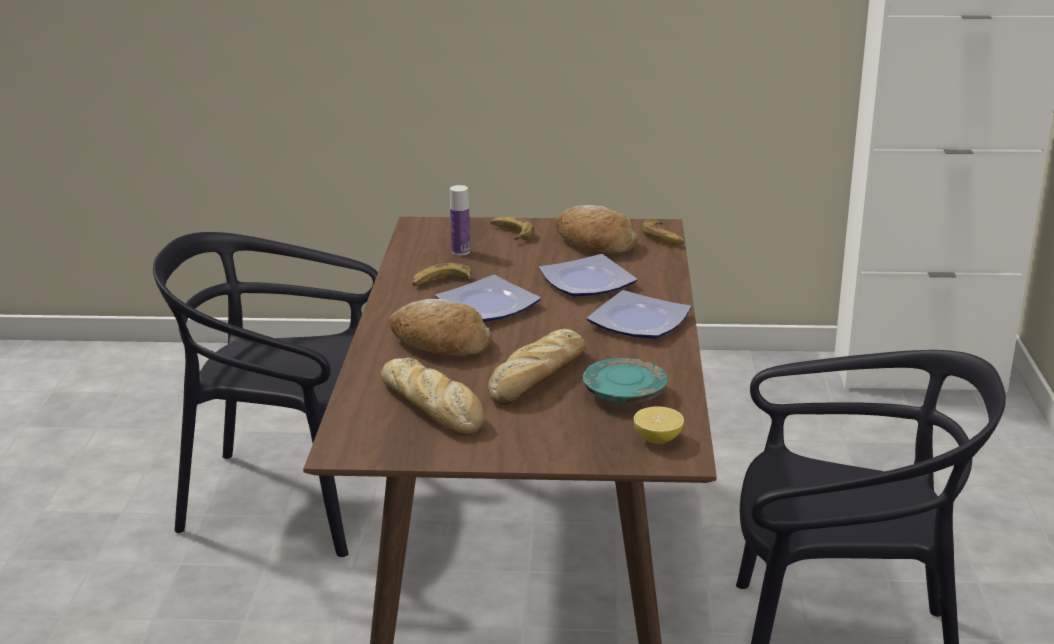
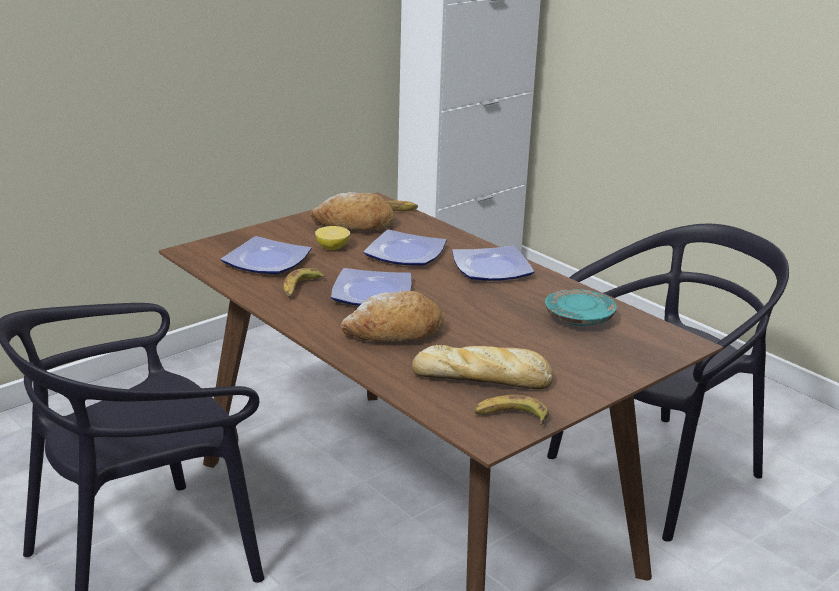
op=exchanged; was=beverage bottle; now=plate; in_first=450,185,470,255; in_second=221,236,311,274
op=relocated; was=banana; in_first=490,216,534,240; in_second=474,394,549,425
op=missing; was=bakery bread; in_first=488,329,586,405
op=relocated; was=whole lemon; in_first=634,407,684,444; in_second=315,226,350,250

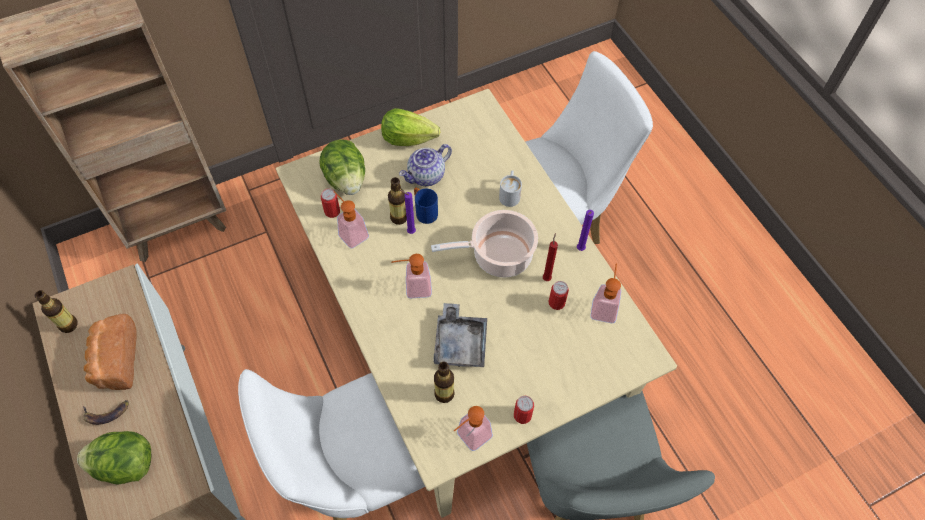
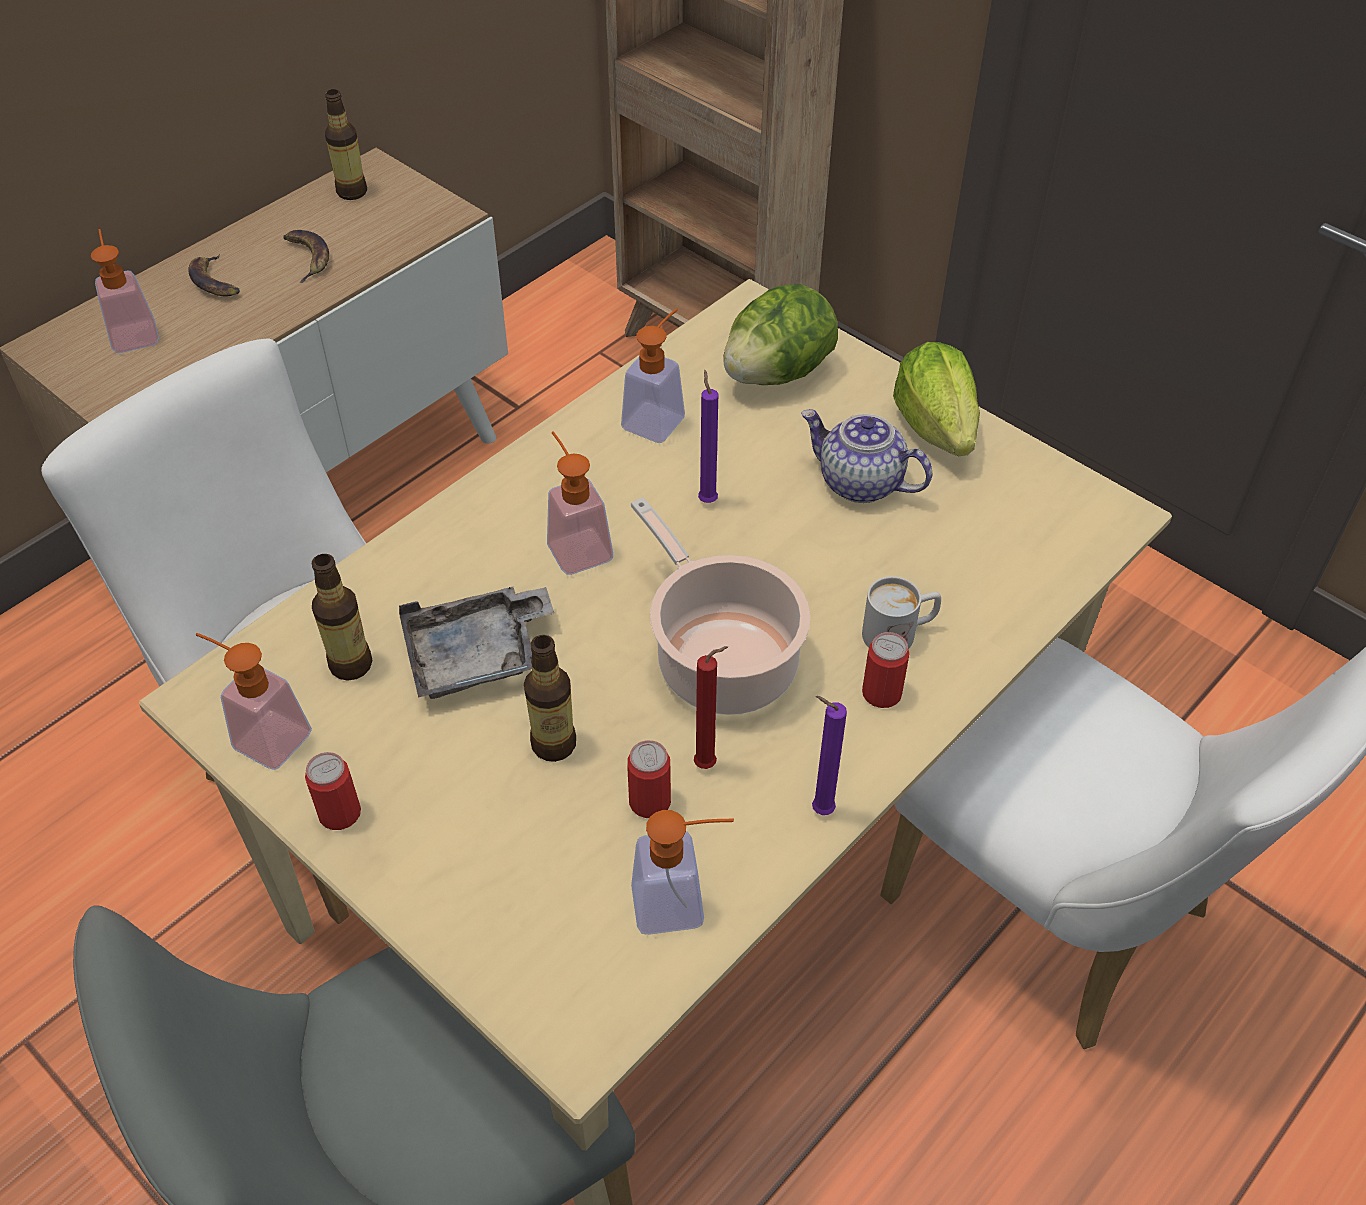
op=relocated; was=beverage bottle; in_first=388,177,407,225; in_second=524,635,576,762
op=missing; was=blue tea mug; in_first=414,188,438,224
op=relocated; was=sealed can; in_first=321,189,340,218; in_second=862,632,909,708
op=exchanged; was=bakery bread; now=banana; in_first=84,314,137,390; in_second=283,230,329,283
op=exchanged; was=lettuce; now=liquid soap bottle; in_first=77,431,151,485; in_second=91,229,159,353

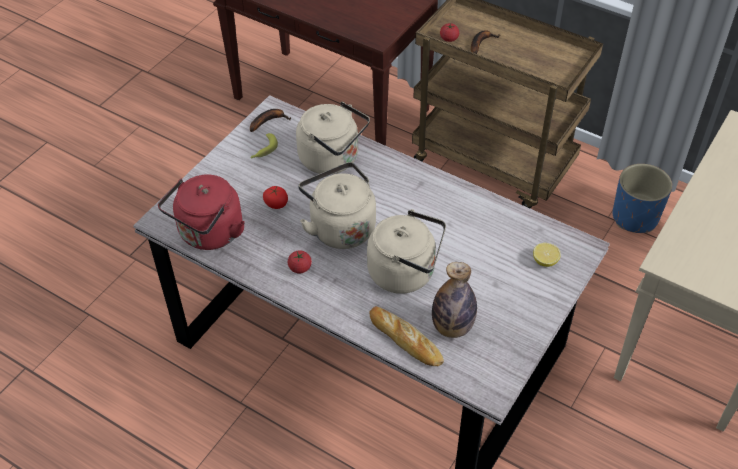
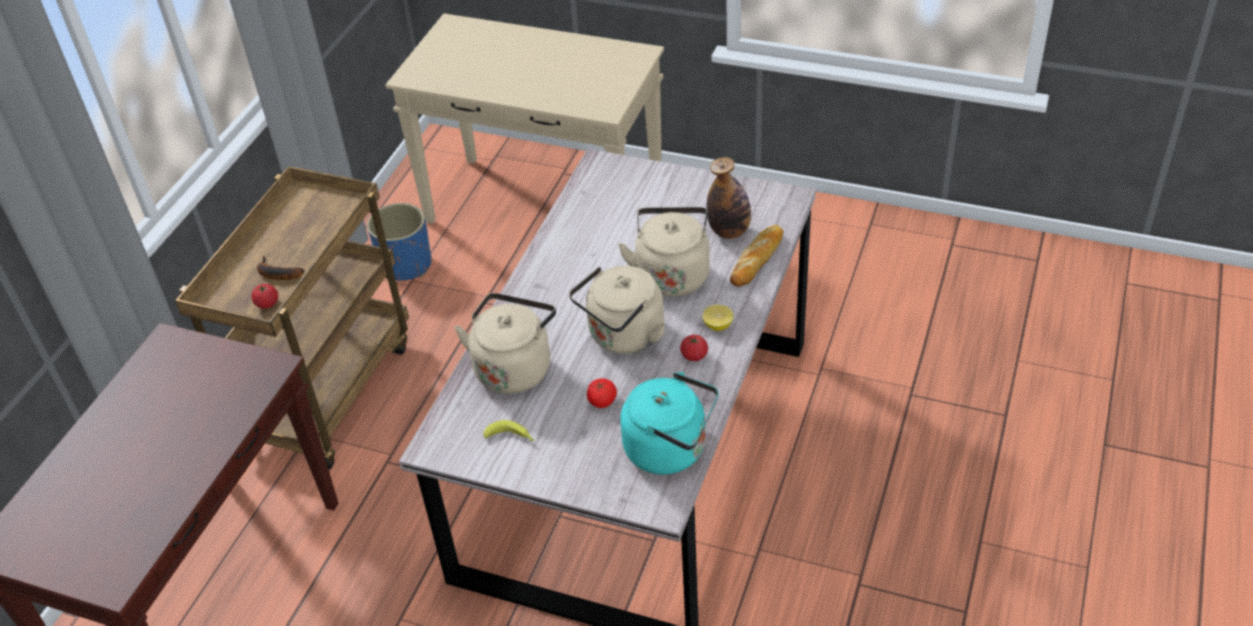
op=missing; was=banana; in_first=250,109,291,132
op=colour; was=red-coloured tea kettle; now=blue-green tea kettle; in_first=158,175,245,250; in_second=620,372,718,475
op=relocated; was=whole lemon; in_first=533,243,561,267; in_second=702,305,734,331

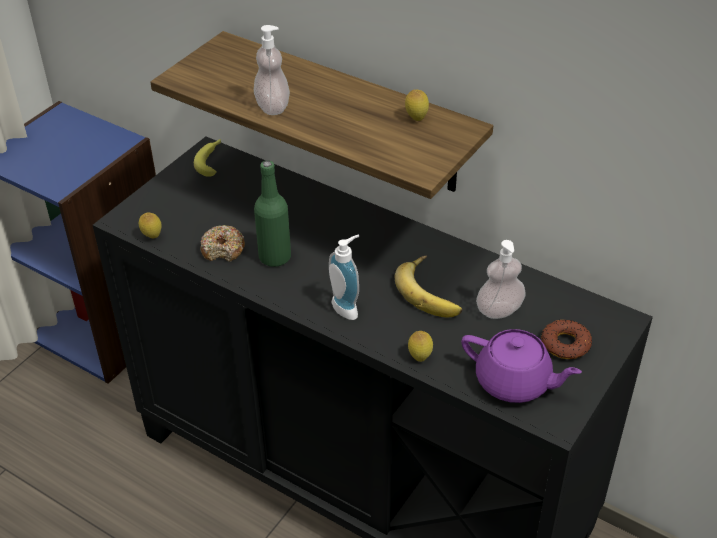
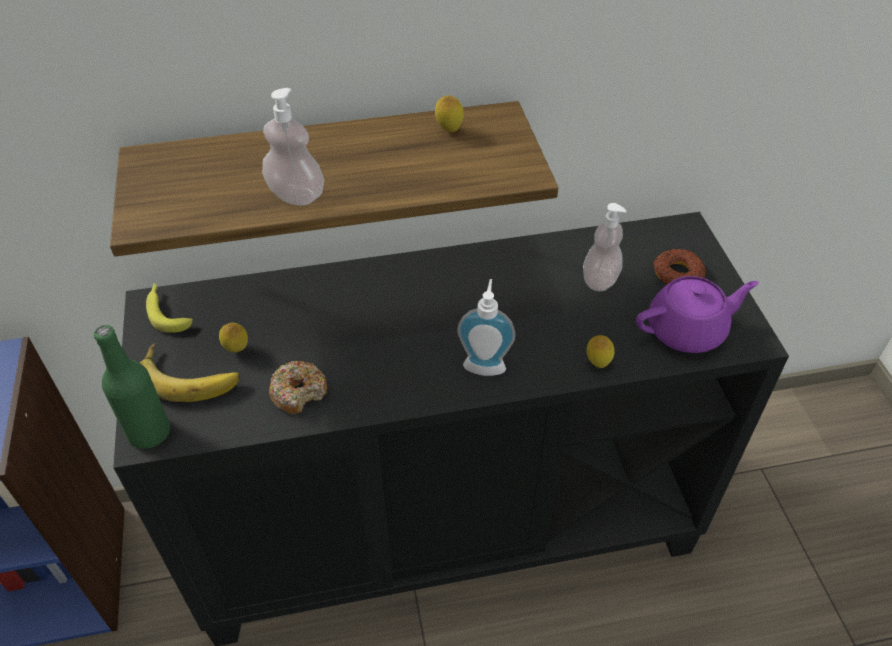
op=relocated; was=greenish beverage bottle; in_first=254,160,291,267; in_second=94,325,170,449
op=relocated; was=whole lemon; in_first=139,212,162,238; in_second=219,323,248,352
op=relocated; was=banana; in_first=395,255,462,318; in_second=140,342,240,402

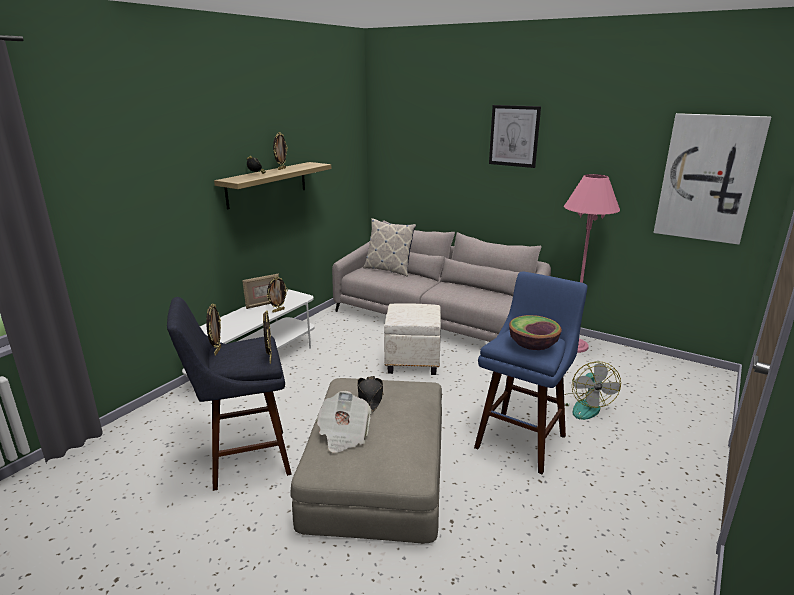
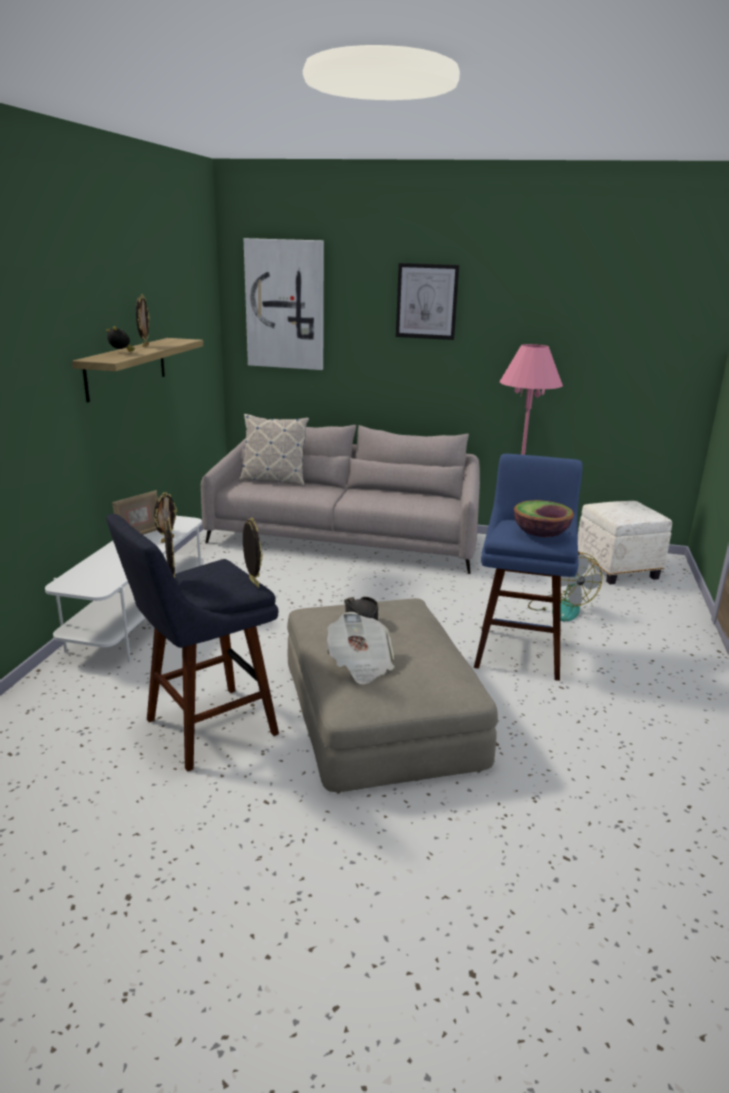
op=relocated; was=wall picture; in_first=653,113,771,245; in_second=244,238,324,370
op=relocated; was=white footrest; in_first=384,304,441,375; in_second=578,501,672,584

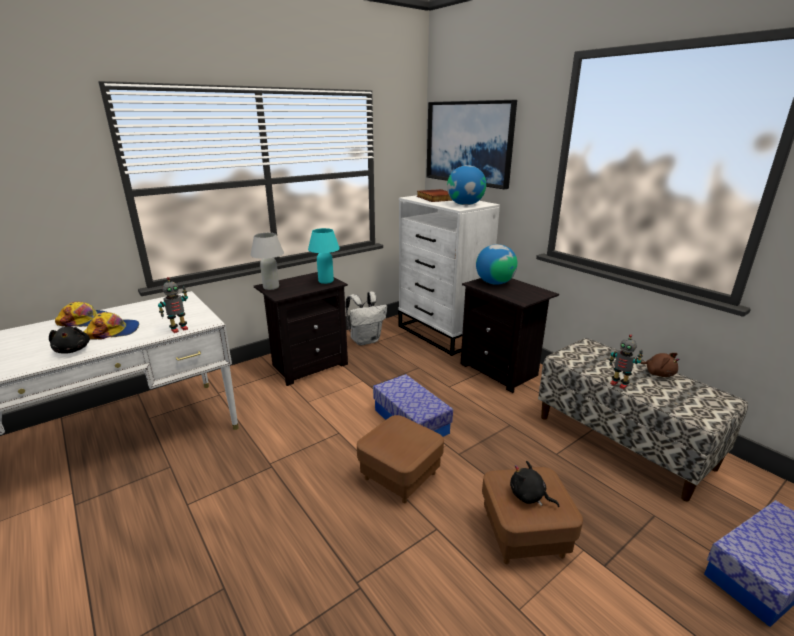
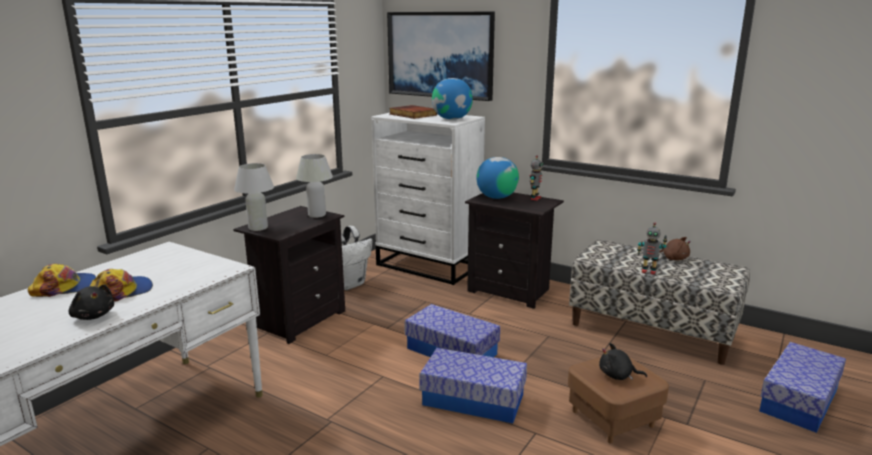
op=colour; was=blue-green lamp for a table; now=white lamp for a table; in_first=308,228,340,284; in_second=296,154,333,218
op=relocated; was=model robot; in_first=158,277,188,333; in_second=529,155,543,201
op=exchanged; was=brown footrest; now=storage container; in_first=357,415,444,503; in_second=419,348,527,423

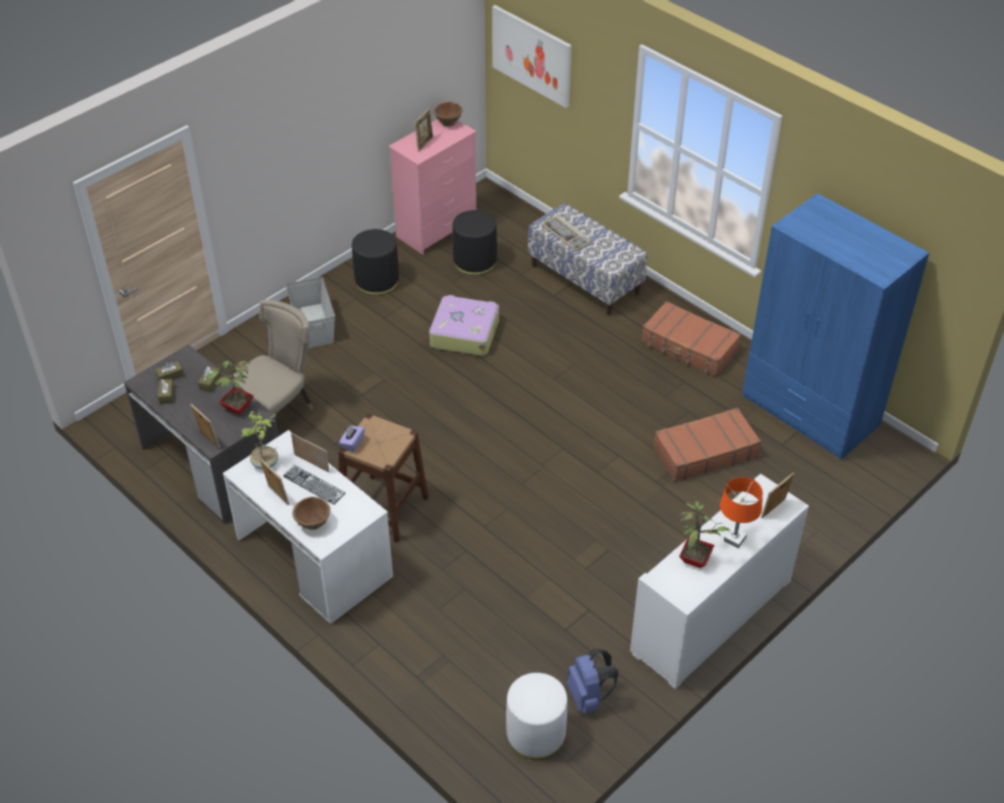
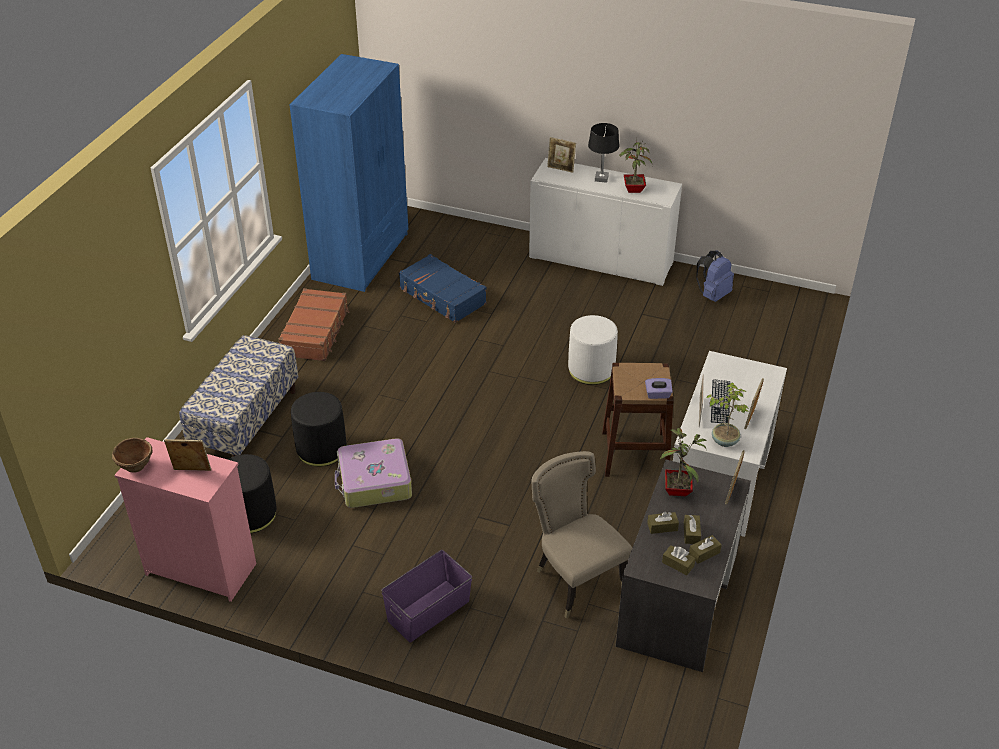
op=missing; was=wall picture; in_first=492,5,572,108
op=missing; was=computer keyboard; in_first=541,215,591,251
op=relocated; was=black footrest; in_first=352,229,399,295; in_second=291,392,346,467
op=colour; was=greyish storage container; now=purple-coloured storage container; in_first=285,277,335,348; in_second=381,550,472,643
op=spun; was=sand-coloured plain chair; in_first=231,300,314,436; in_second=531,451,632,618; clockwise=45
op=colour; was=brown suitcase; now=blue suitcase; in_first=653,408,761,482; in_second=399,254,486,323
op=colour; was=orangey lamp for a table; now=black lamp for a table; in_first=720,477,763,548; in_second=588,123,619,183
op=missing; was=brown bowl; in_first=292,497,331,530
op=relocated; was=white footrest; in_first=506,673,567,759; in_second=568,315,618,385
op=appeared; now=brown tissue box; in_second=684,515,701,544

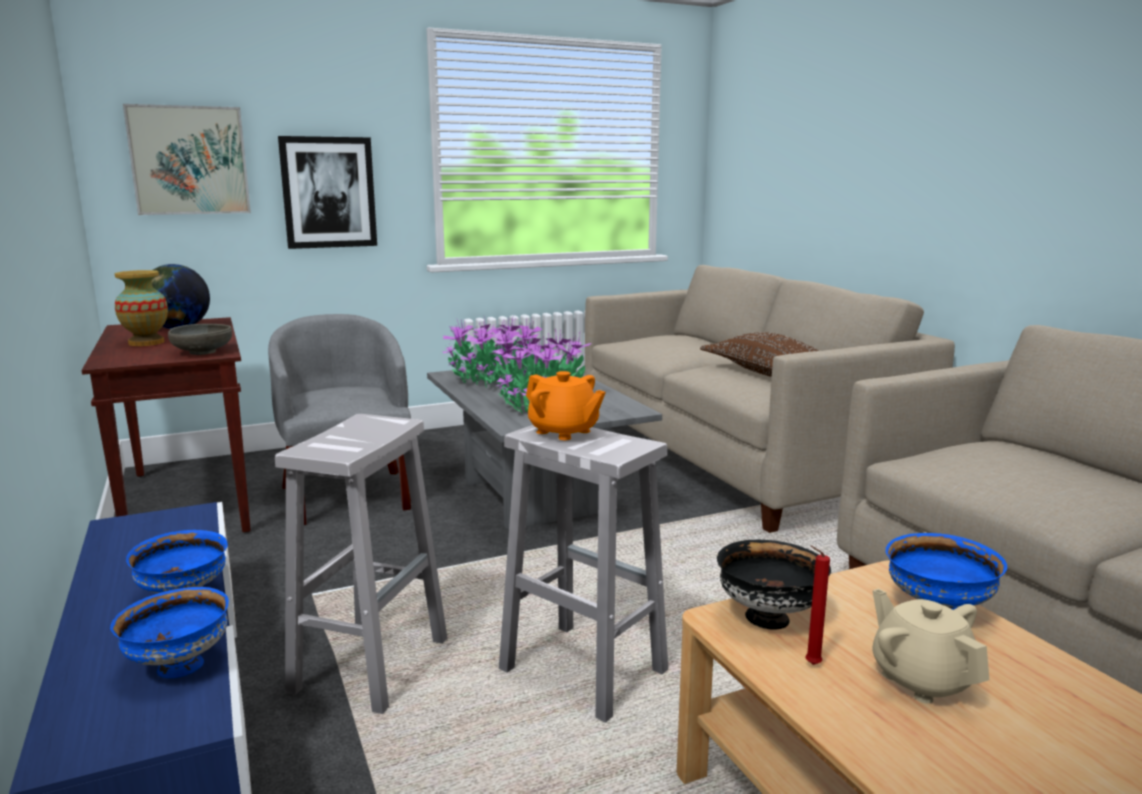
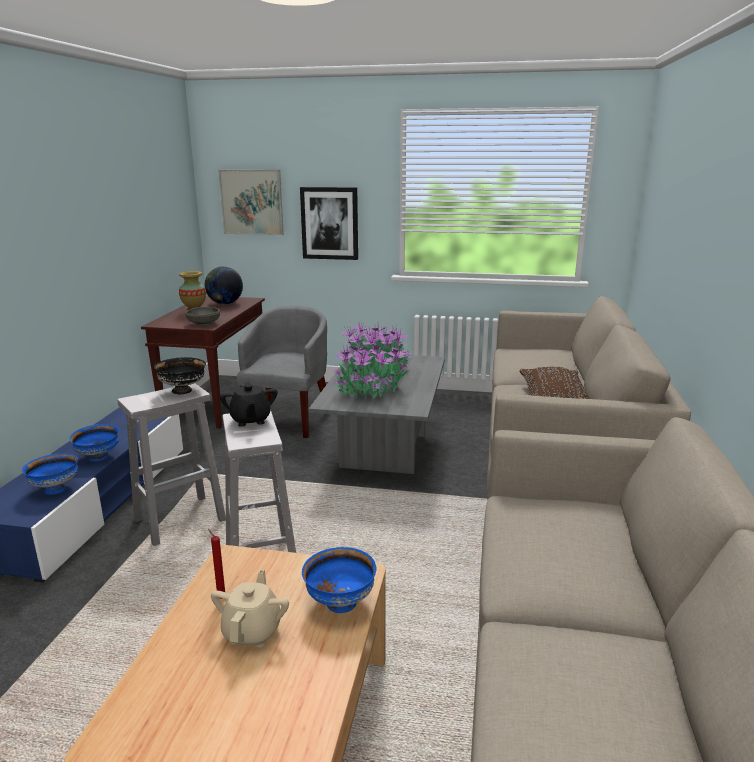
op=colour; was=orangey tea pot; now=black tea pot; in_first=526,371,606,440; in_second=220,382,278,427
op=relocated; was=black bowl; in_first=717,540,831,630; in_second=154,357,206,394

